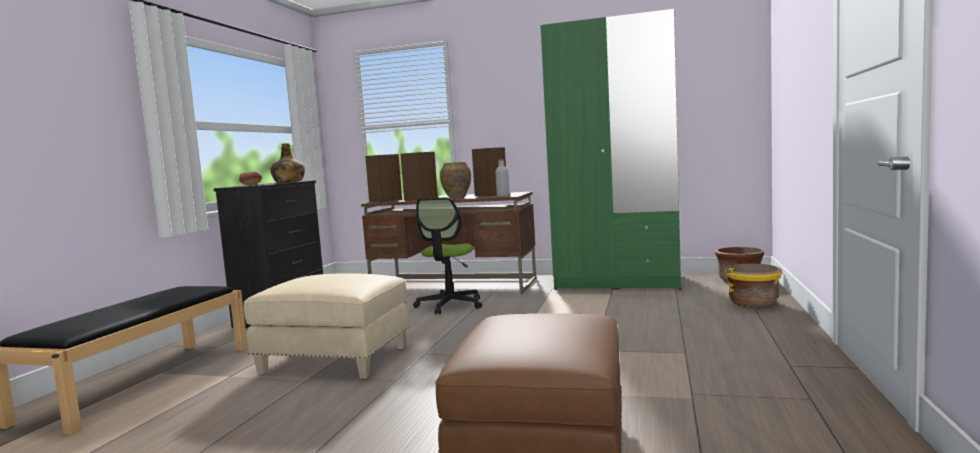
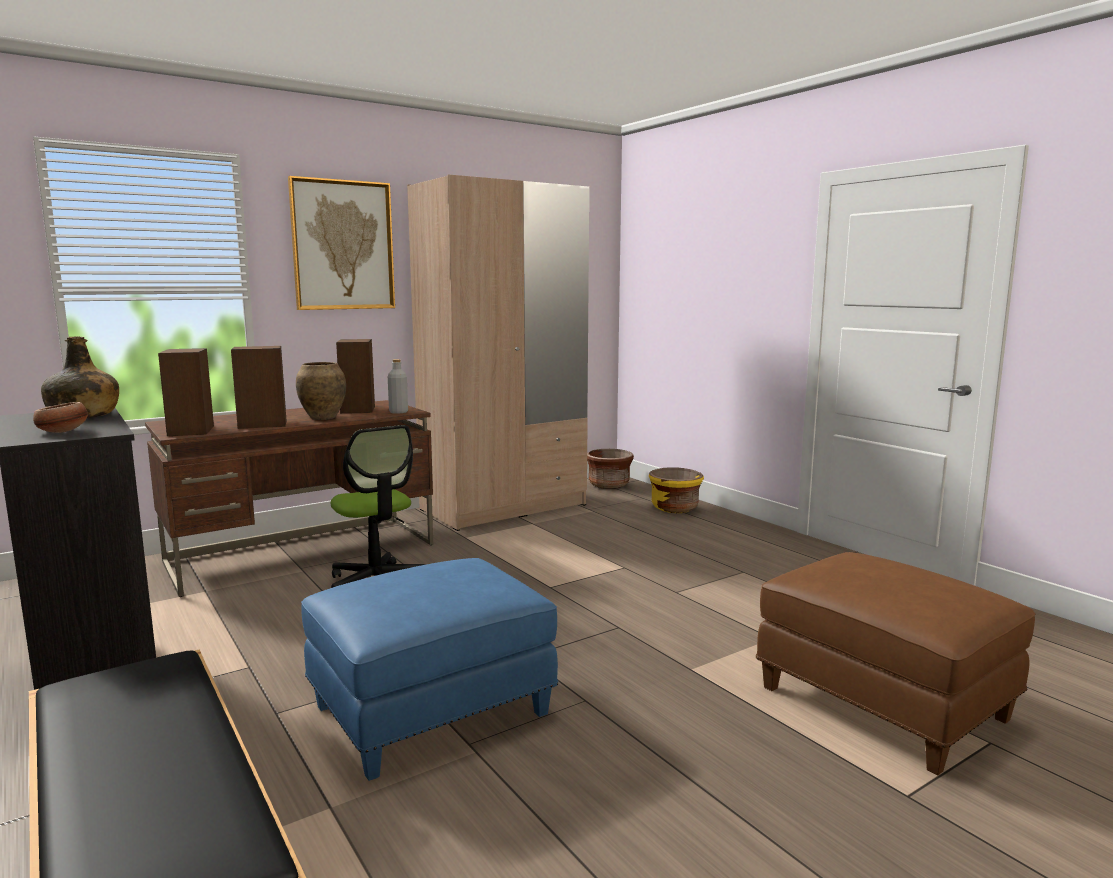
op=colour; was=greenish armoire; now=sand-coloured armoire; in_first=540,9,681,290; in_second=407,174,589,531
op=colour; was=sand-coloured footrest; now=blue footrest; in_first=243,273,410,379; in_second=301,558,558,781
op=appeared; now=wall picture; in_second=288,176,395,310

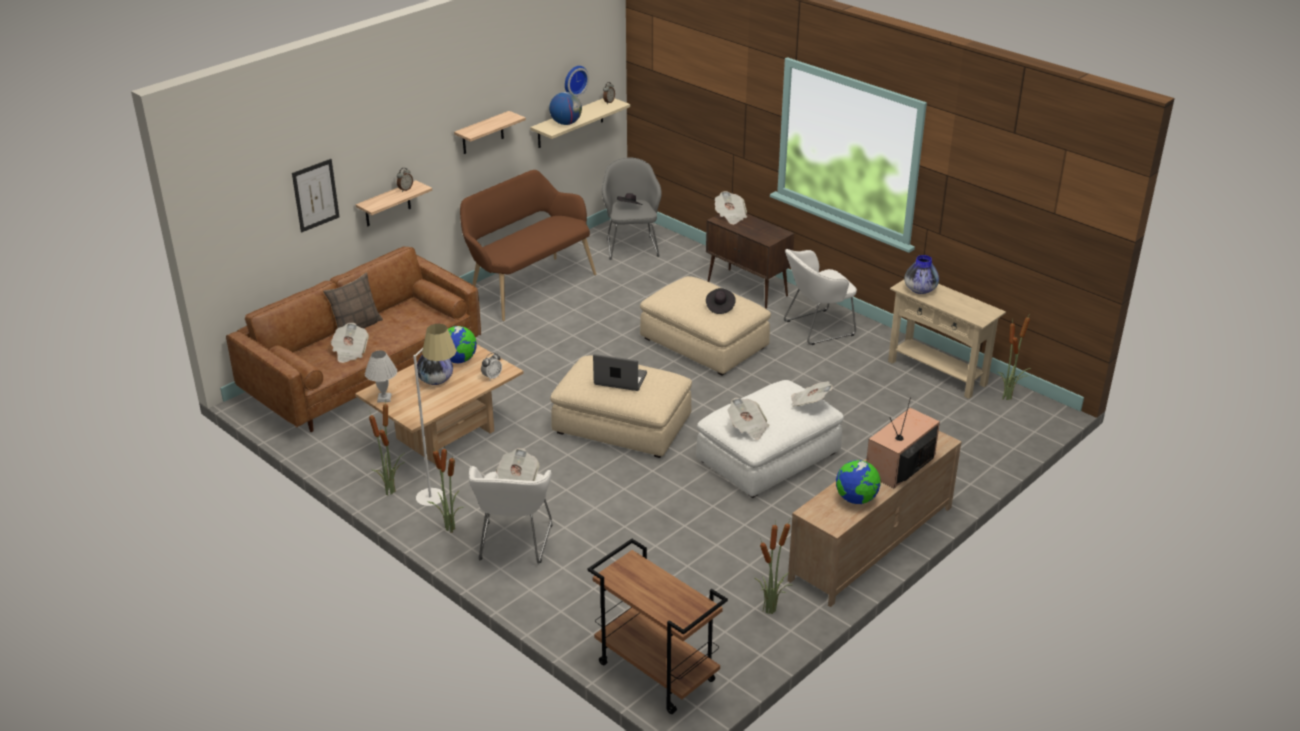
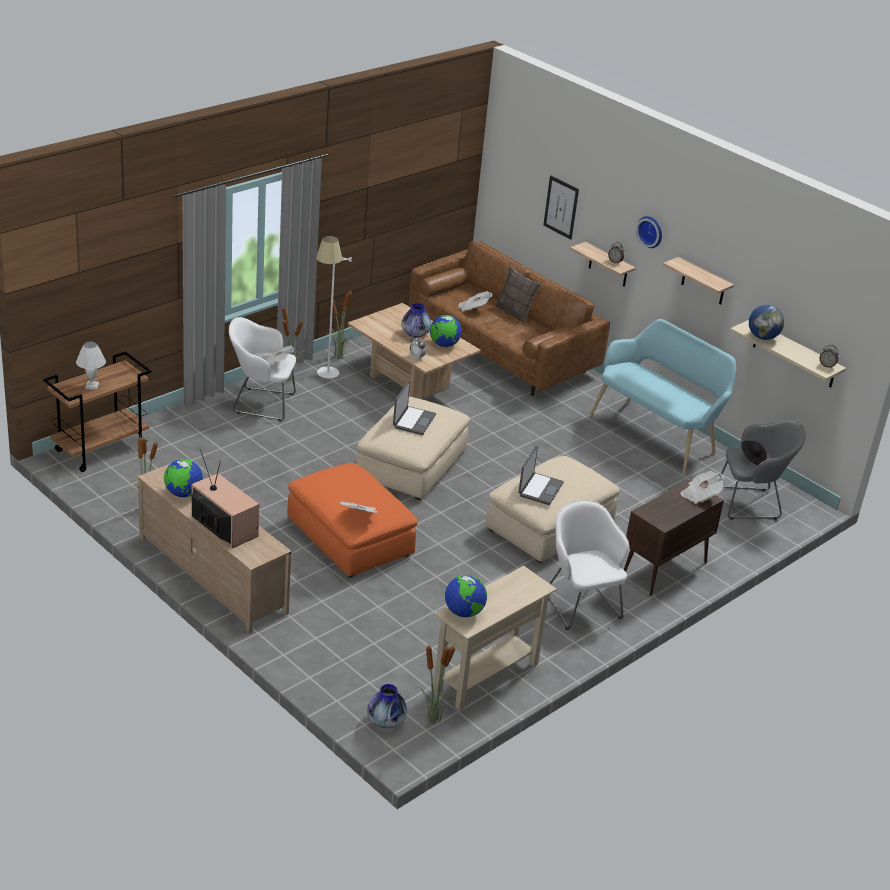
op=relocated; was=hanging clock; in_first=565,66,589,97; in_second=636,216,662,248
op=colour; was=brown long seat; now=blue-green long seat; in_first=460,170,596,321; in_second=589,319,736,475
op=relocated; was=decorative vase; in_first=904,255,939,294; in_second=367,684,407,728
op=exchanged; was=black clothing hat; now=laptop; in_first=706,288,736,314; in_second=518,446,564,505
op=relocated; was=white lamp for a table; in_first=365,350,397,402; in_second=76,342,106,390
op=colour; was=white footrest; now=orangey footrest; in_first=696,380,844,498; in_second=287,463,418,578
op=missing; was=printed paper; in_first=727,398,770,440
op=appeared; now=desk globe; in_second=445,575,487,617

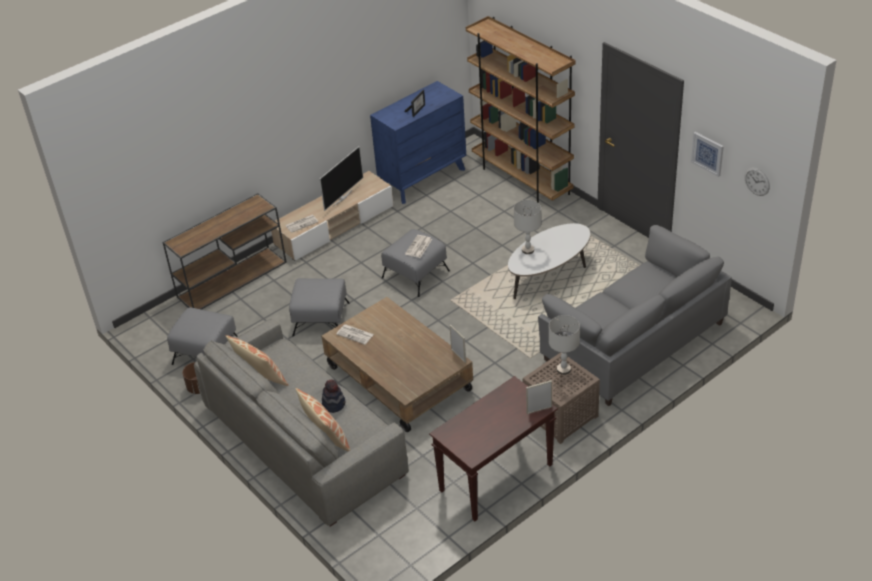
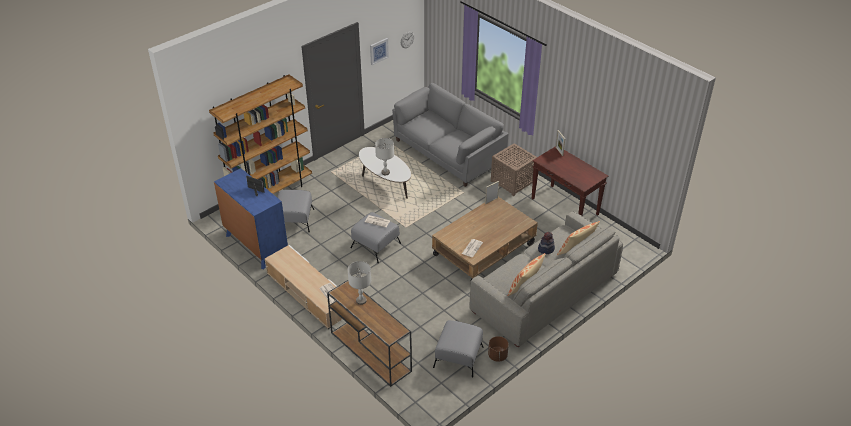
op=missing; was=television; in_first=319,146,363,211
op=relocated; was=greyish footrest; in_first=289,278,349,336; in_second=277,190,314,232
op=relocated; was=greyish lamp for a table; in_first=549,315,580,375; in_second=348,261,371,305

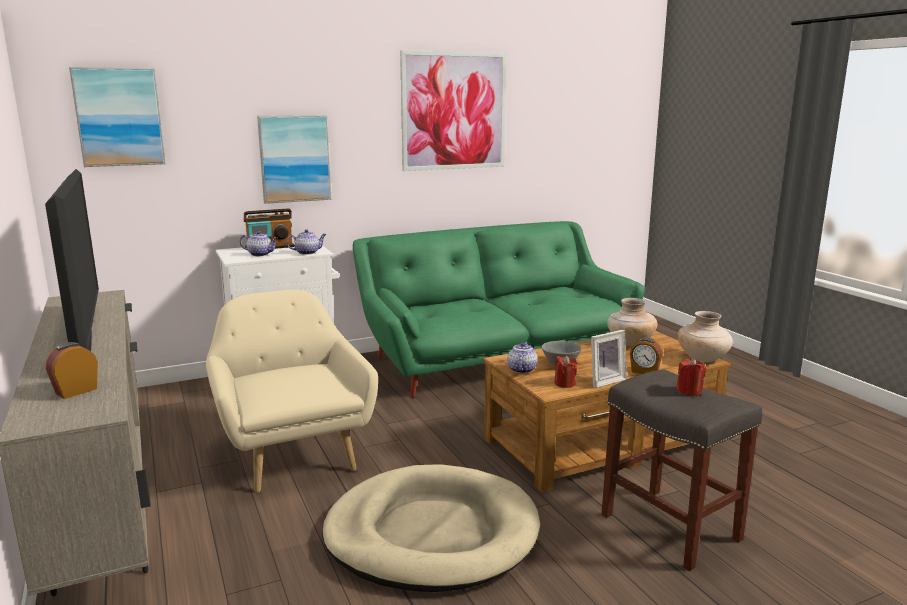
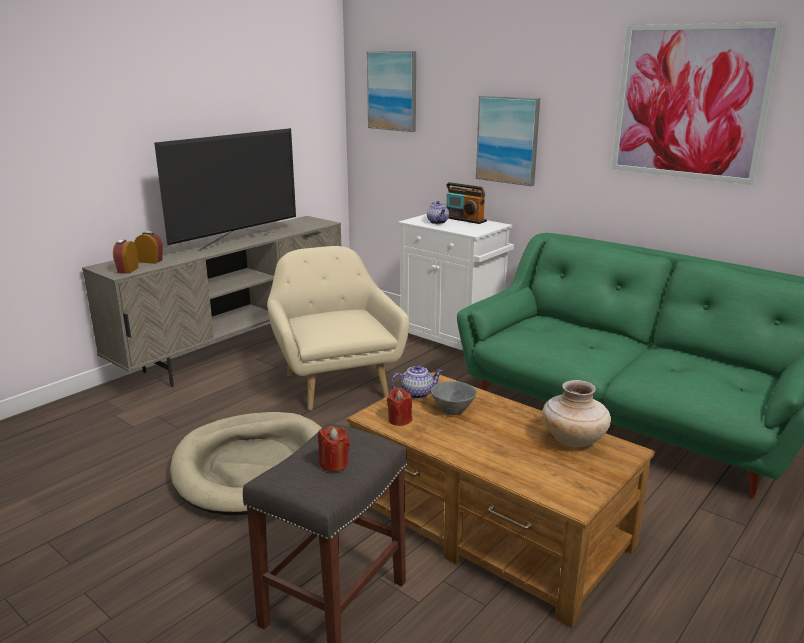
op=missing; was=tea pot; in_first=287,229,326,255
op=spun; was=sand-coloured easy chair; in_first=206,290,378,493; in_second=267,246,409,411; clockwise=-60
op=missing; was=sand-coloured decorative vase; in_first=678,311,733,362
op=missing; was=photo frame; in_first=591,330,627,388
op=relocated; was=alarm clock; in_first=630,337,663,374; in_second=113,240,138,274

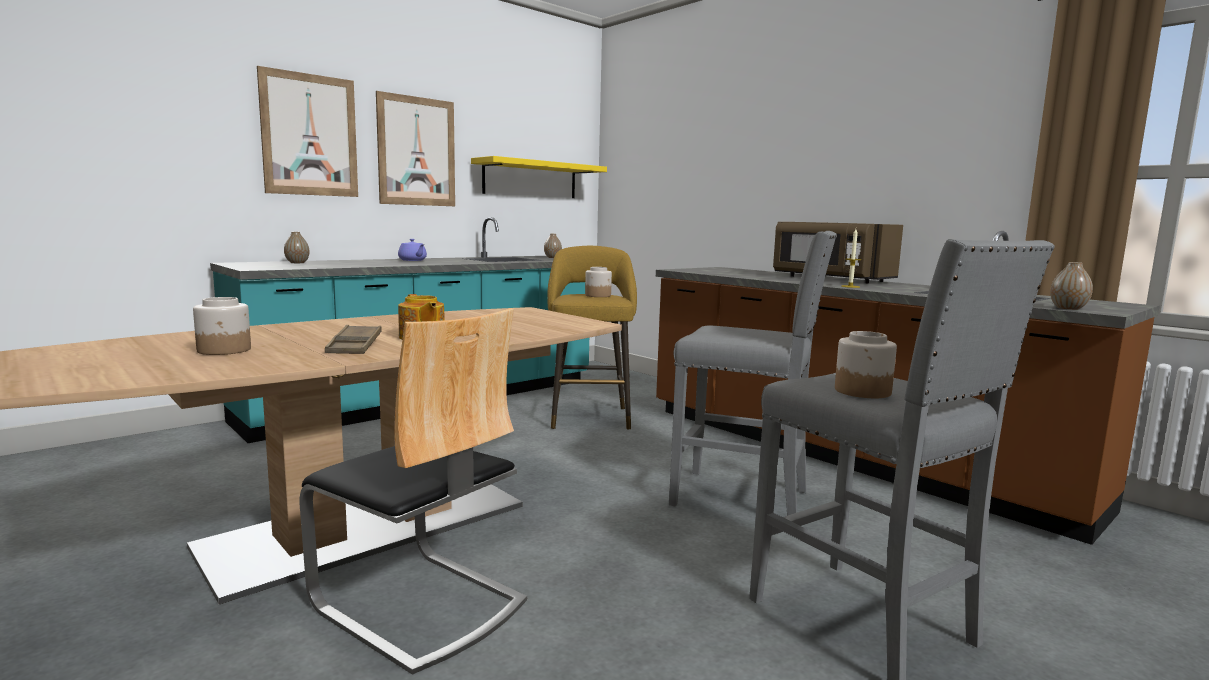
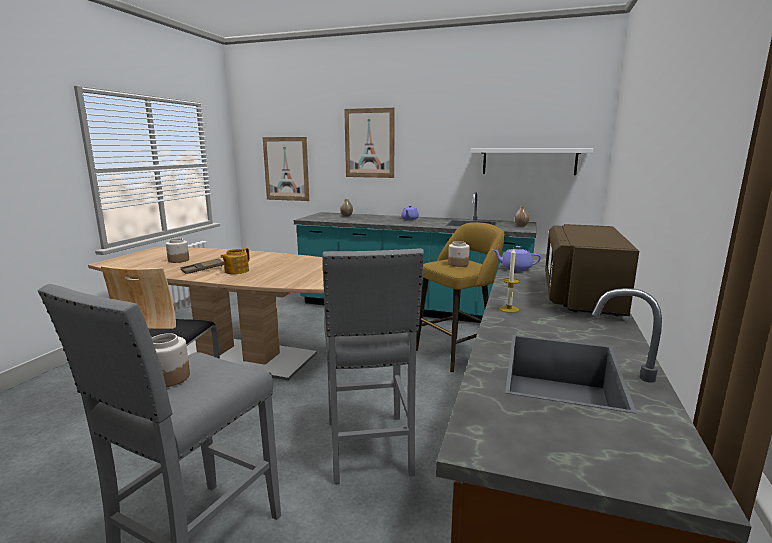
op=relocated; was=wall picture; in_first=376,91,455,206; in_second=263,137,309,201
op=colour; was=yellow shelf; now=white shelf; in_first=471,156,607,198; in_second=471,148,593,175
op=missing; was=decorative vase; in_first=1050,262,1093,310
op=appeared; now=purple-coloured tea pot; in_second=493,246,541,271

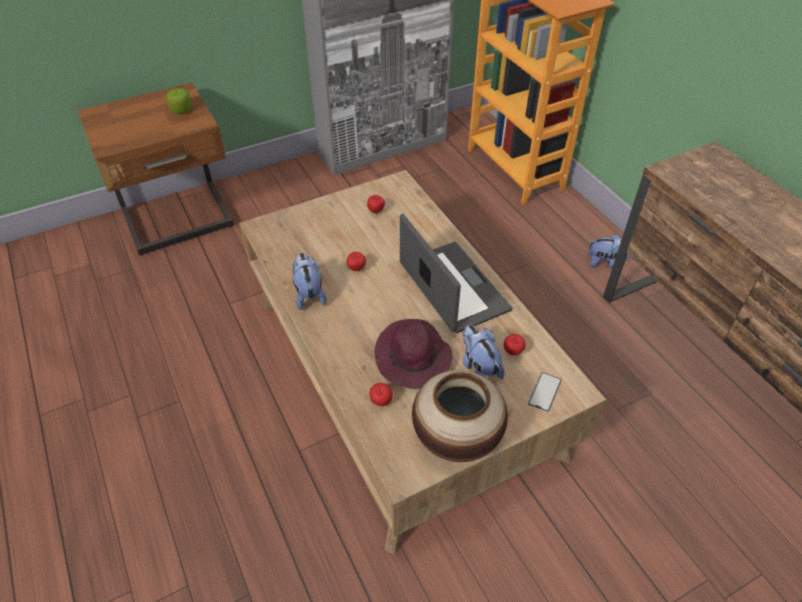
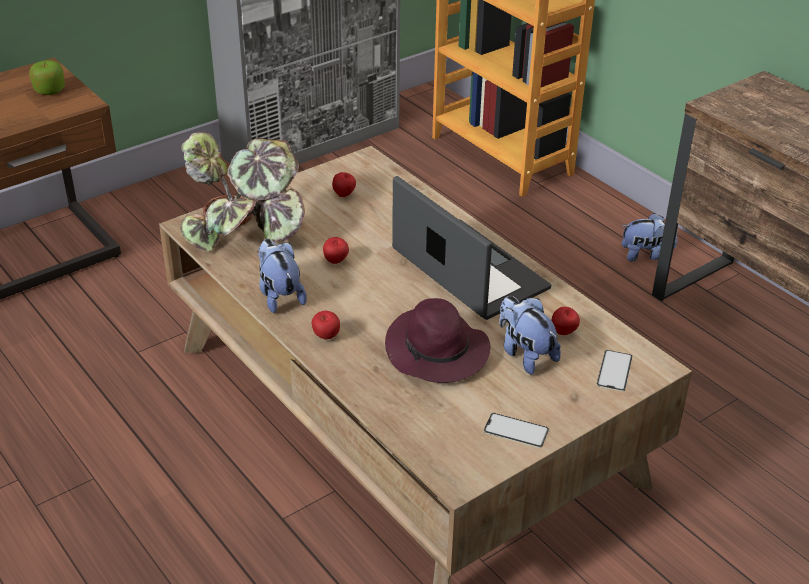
op=exchanged; was=decorative vase; now=phone; in_first=412,370,508,462; in_second=484,413,549,448
op=relocated; was=apple; in_first=369,383,392,406; in_second=312,311,340,339
op=appeared; now=potted plant; in_second=180,132,305,252

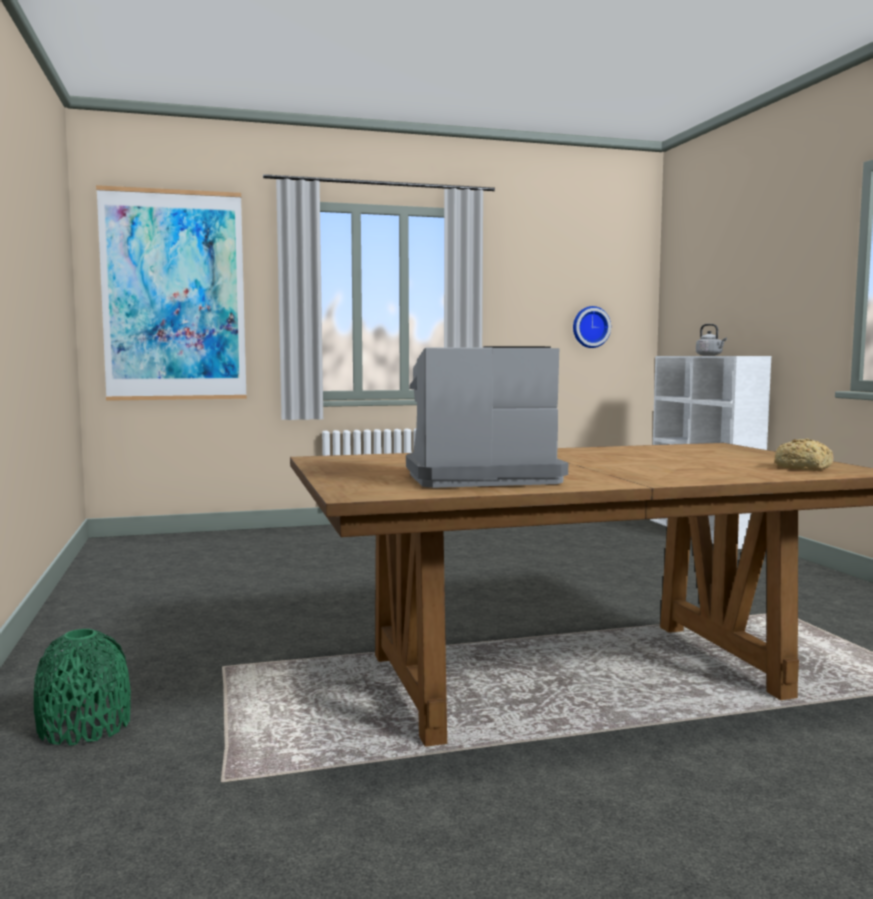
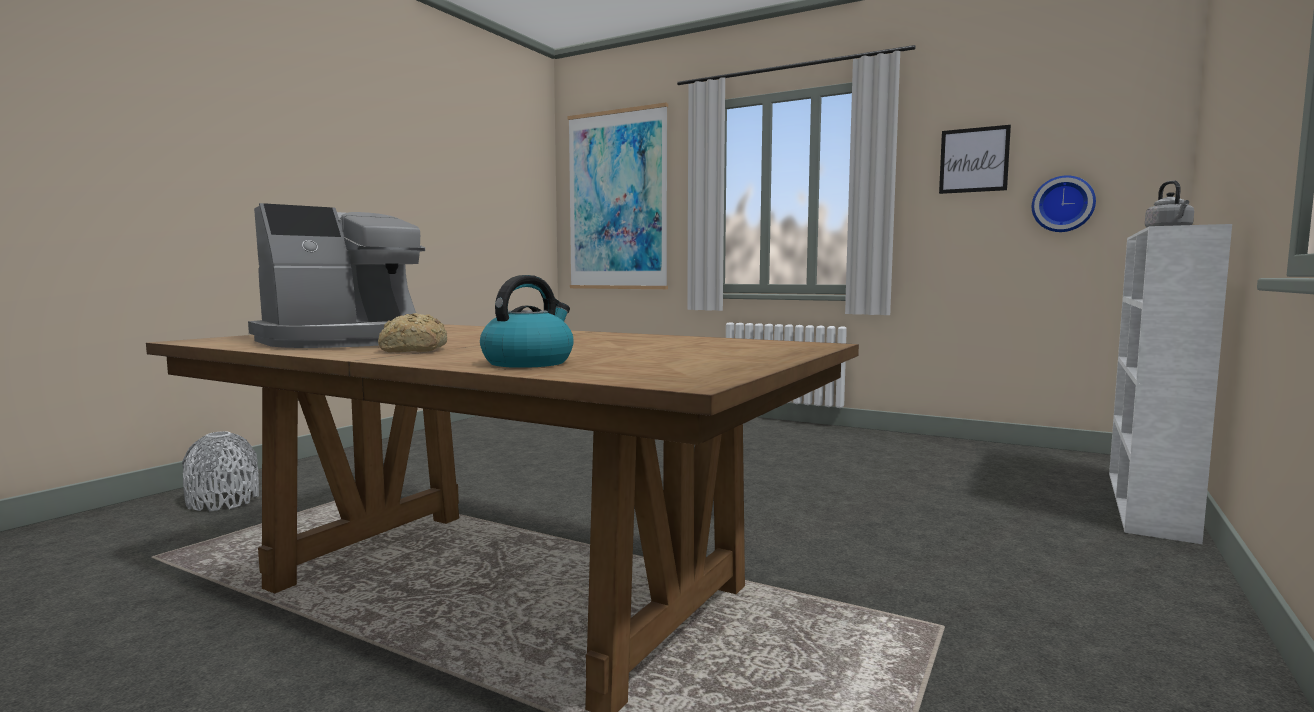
op=spun; was=coffee brewer; in_first=406,346,568,488; in_second=248,203,425,348; clockwise=105
op=relocated; was=bakery bread; in_first=775,438,833,471; in_second=378,313,447,353
op=colour; was=greenish decorative vase; now=greyish decorative vase; in_first=34,629,131,745; in_second=182,431,259,512
op=appeared; now=wall picture; in_second=939,125,1011,194
op=appeared; now=tea kettle; in_second=480,275,574,368

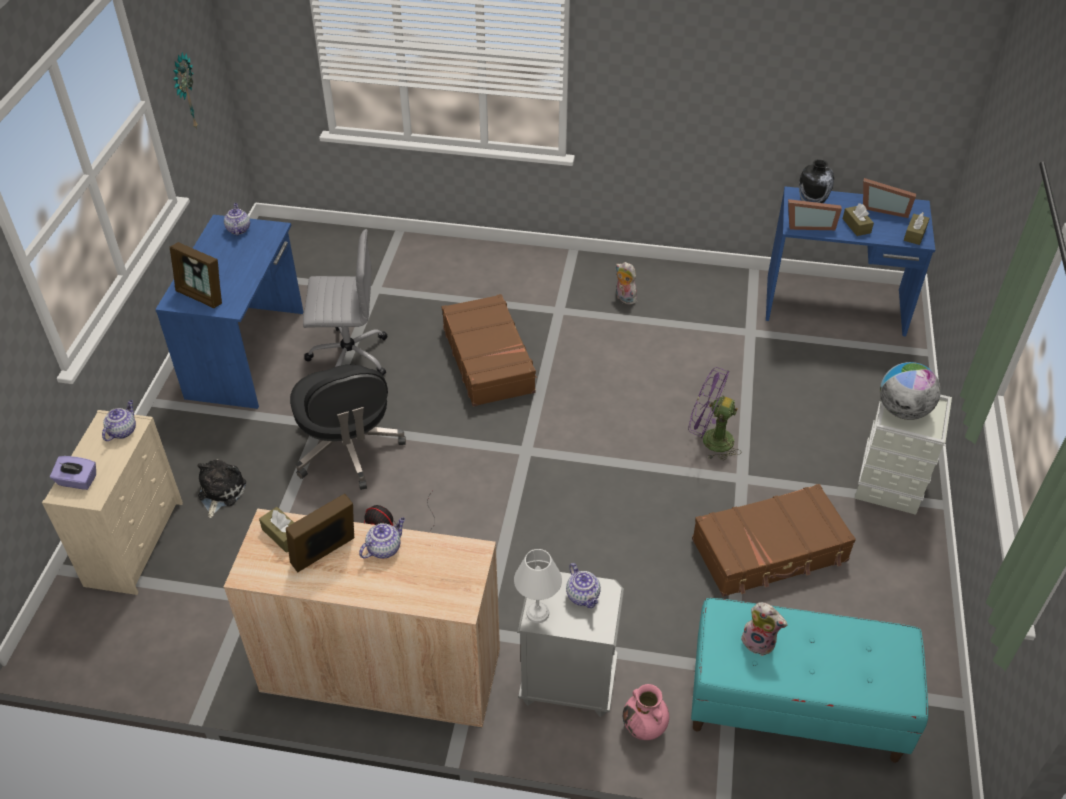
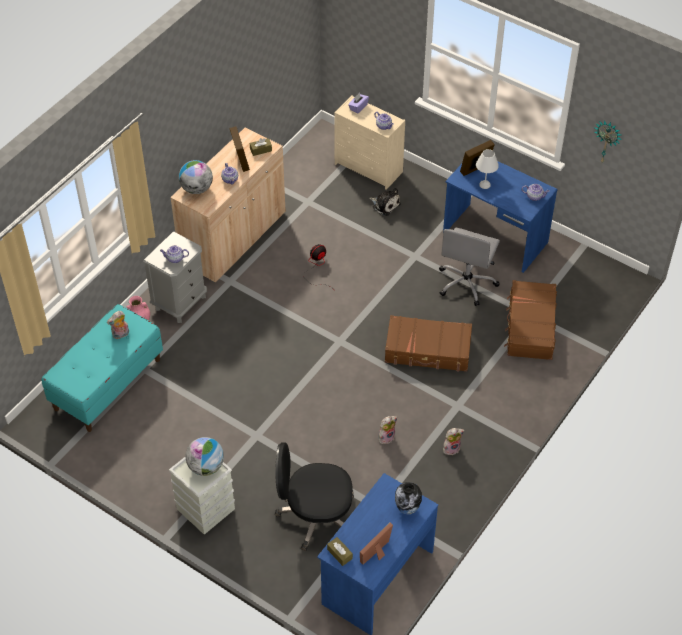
op=missing; was=photo frame; in_first=788,199,842,230
op=missing; was=brown tissue box; in_first=843,203,874,236
op=relocated; was=black computer chair; in_first=290,364,406,490; in_second=275,442,354,551
op=missing; was=purple-coloured fan; in_first=688,367,741,461
op=relocated; was=brown suitcase; in_first=692,484,856,597; in_second=504,280,557,360
op=relocated; was=white lamp for a table; in_first=514,549,562,623; in_second=476,149,499,189
op=appeared; now=desk globe; in_second=179,160,213,194
op=appeared; now=soft toy; in_second=378,416,397,444

